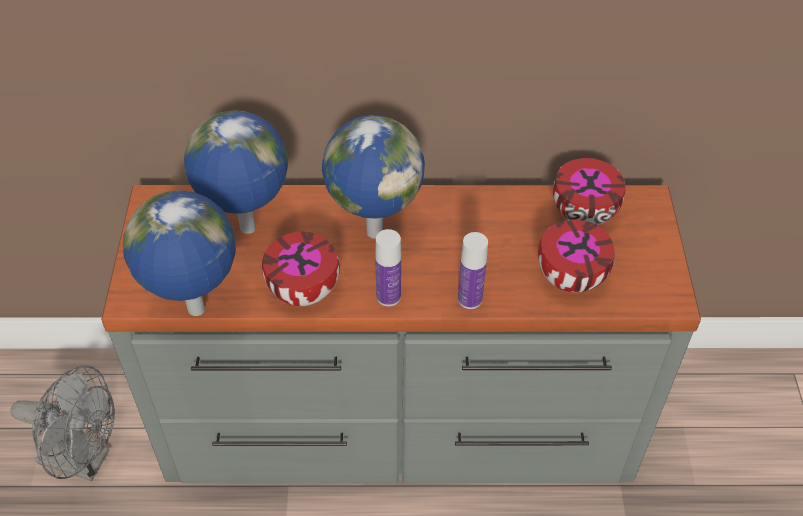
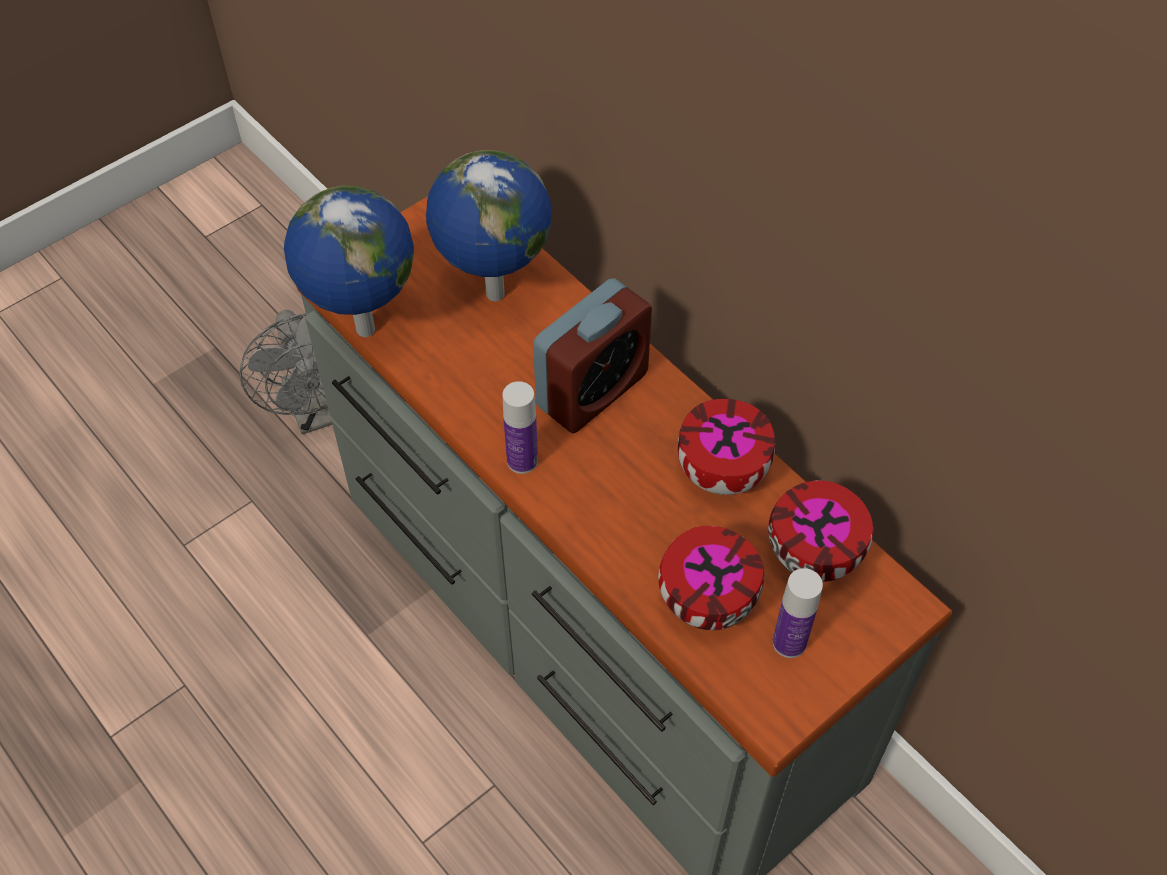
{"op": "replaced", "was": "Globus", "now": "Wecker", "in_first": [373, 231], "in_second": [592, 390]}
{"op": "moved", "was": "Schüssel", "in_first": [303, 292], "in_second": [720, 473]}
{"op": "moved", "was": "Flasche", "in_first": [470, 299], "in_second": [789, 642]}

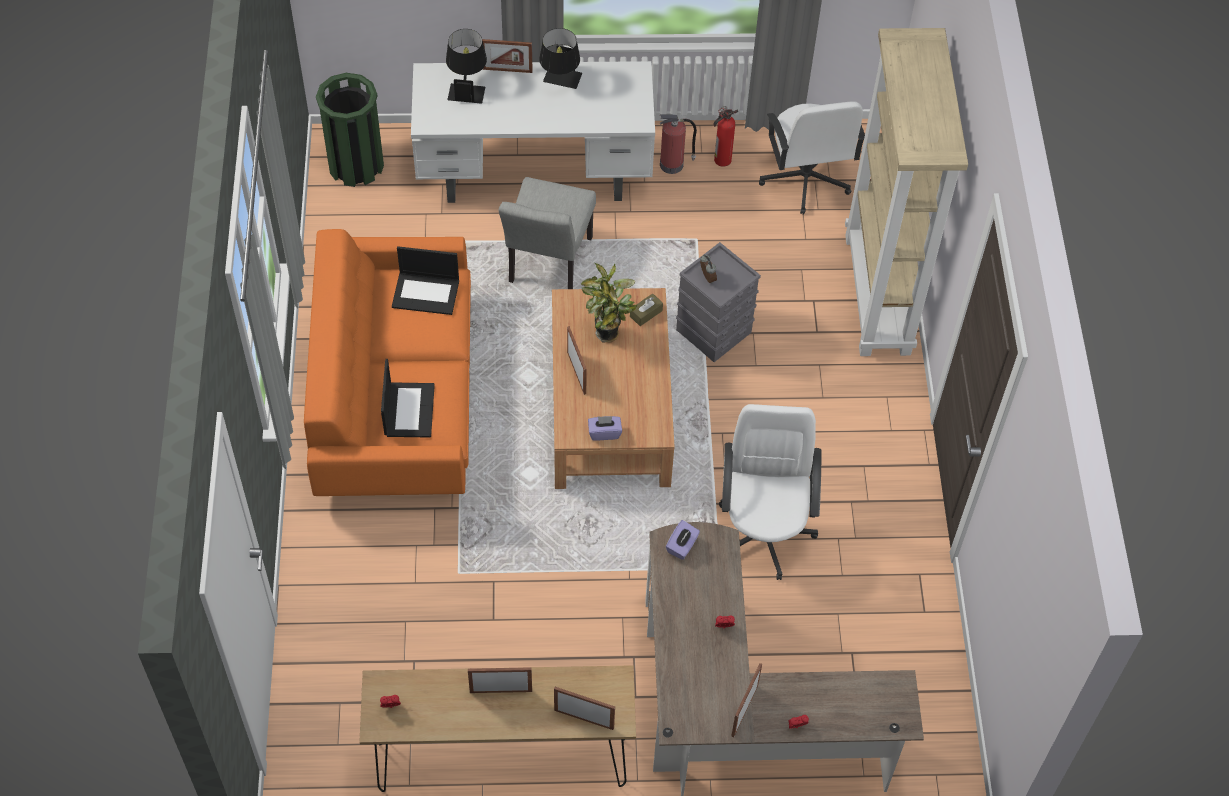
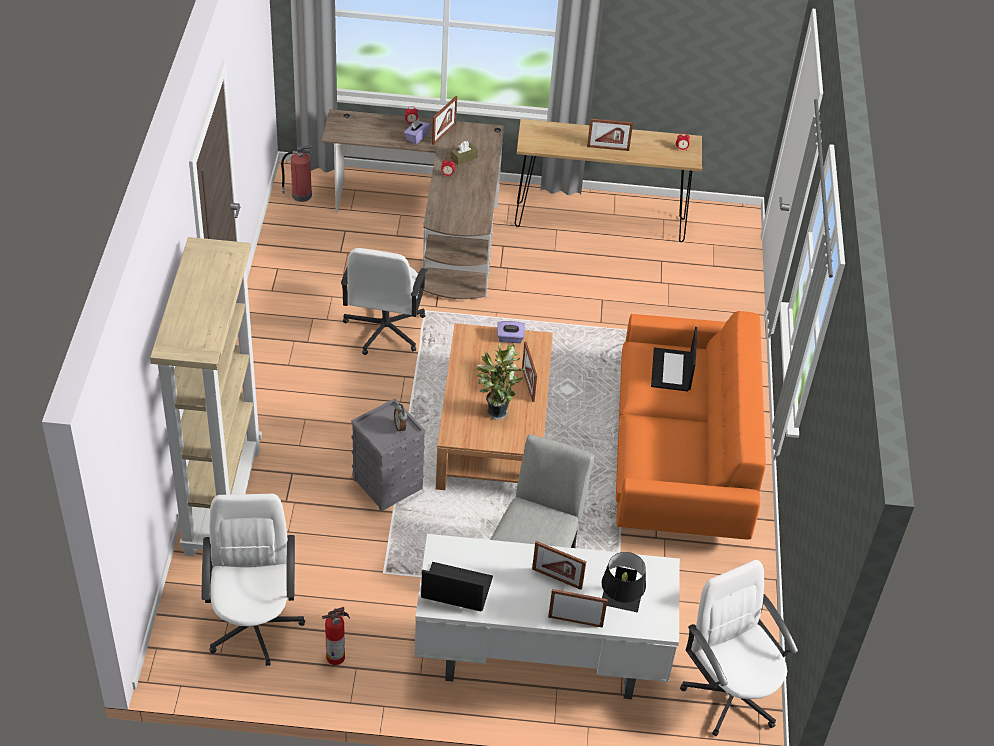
{"op": "removed", "was": "Tischlampe/schwarz", "in_first": [560, 83]}
{"op": "replaced", "was": "Mülleimer/grün", "now": "Bürostuhl/weiß", "in_first": [356, 165], "in_second": [731, 694]}
{"op": "moved", "was": "Feuerlöscher", "in_first": [673, 164], "in_second": [300, 195]}
{"op": "moved", "was": "Laptop", "in_first": [426, 293], "in_second": [455, 588]}
{"op": "moved", "was": "Taschentuchbox/braun", "in_first": [646, 313], "in_second": [464, 158]}
{"op": "moved", "was": "Taschentuchbox/lila", "in_first": [682, 546], "in_second": [416, 137]}
{"op": "moved", "was": "Bilderrahmen", "in_first": [584, 719], "in_second": [557, 578]}

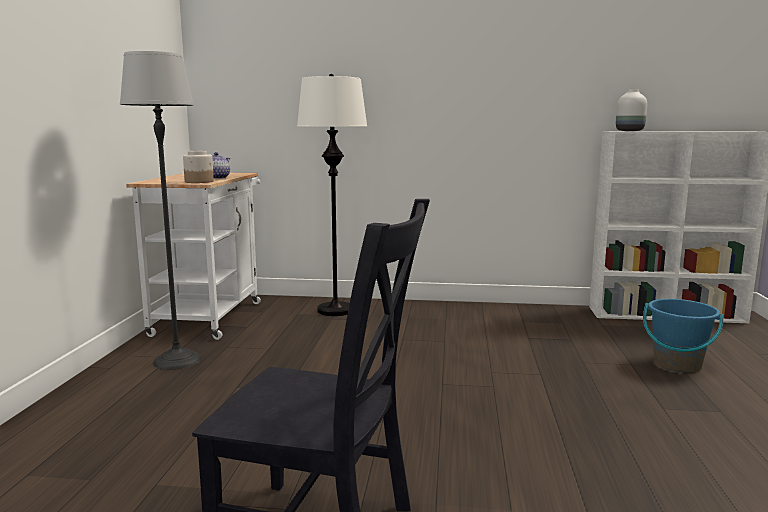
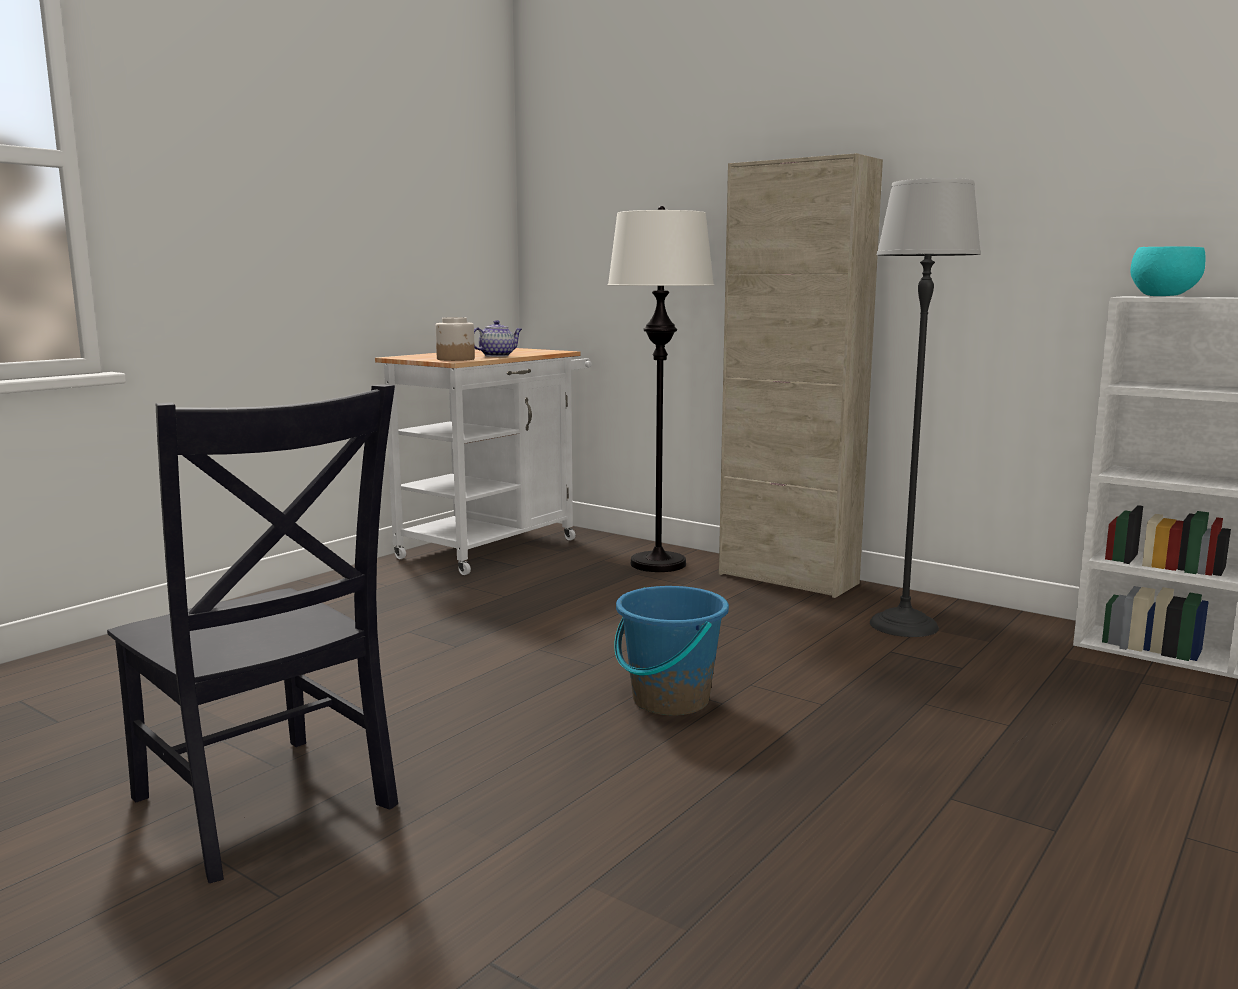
{"op": "moved", "was": "Stehlampe", "in_first": [177, 360], "in_second": [904, 625]}
{"op": "replaced", "was": "Vase/weiß", "now": "Schüssel/türkis", "in_first": [629, 131], "in_second": [1163, 296]}
{"op": "moved", "was": "Eimer/blau", "in_first": [677, 364], "in_second": [670, 700]}
{"op": "added", "now": "Schrank/beige", "in_second": [787, 579]}

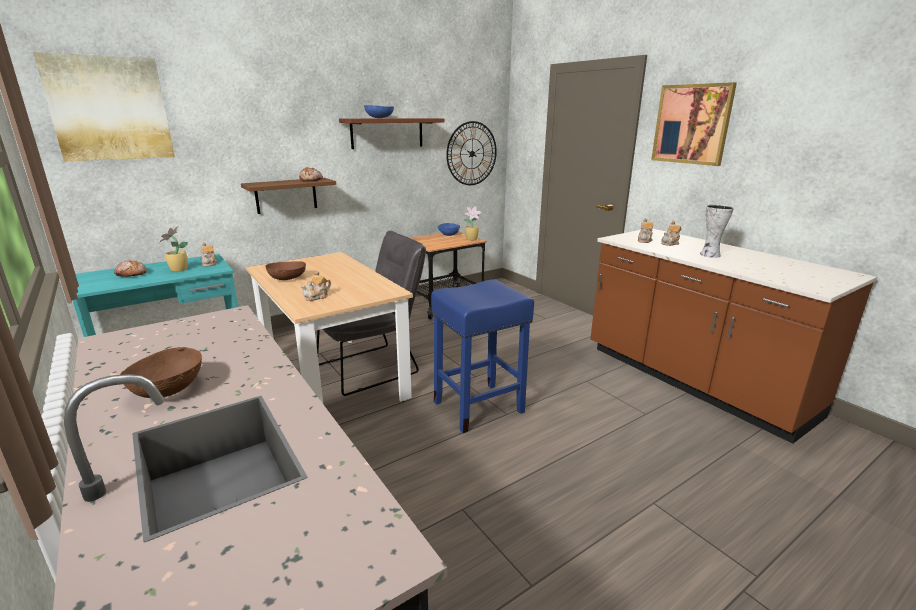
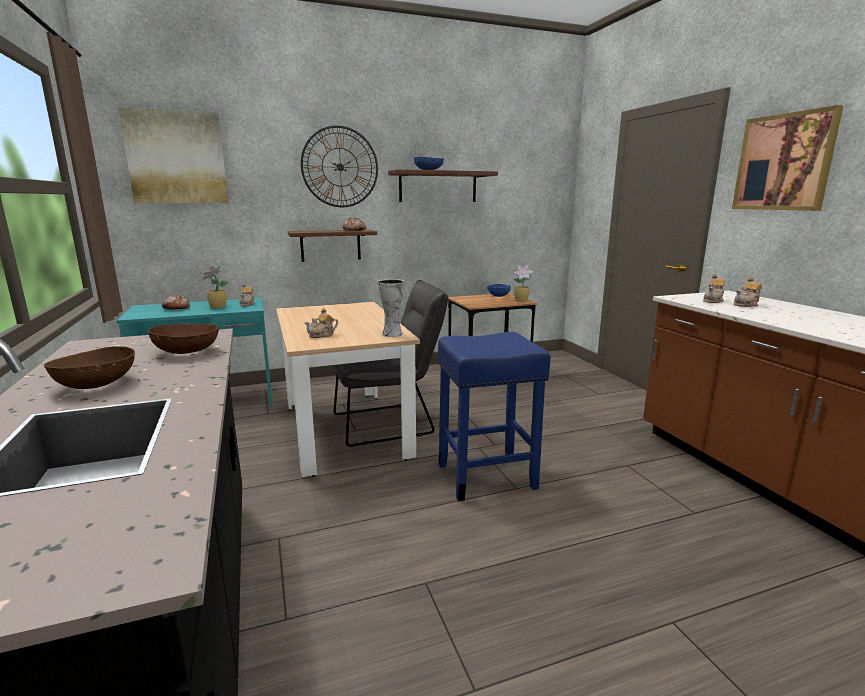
{"op": "moved", "was": "Wanduhr", "in_first": [472, 153], "in_second": [340, 167]}
{"op": "moved", "was": "Vase", "in_first": [709, 255], "in_second": [391, 334]}
{"op": "moved", "was": "Schüssel/braun", "in_first": [287, 278], "in_second": [188, 352]}

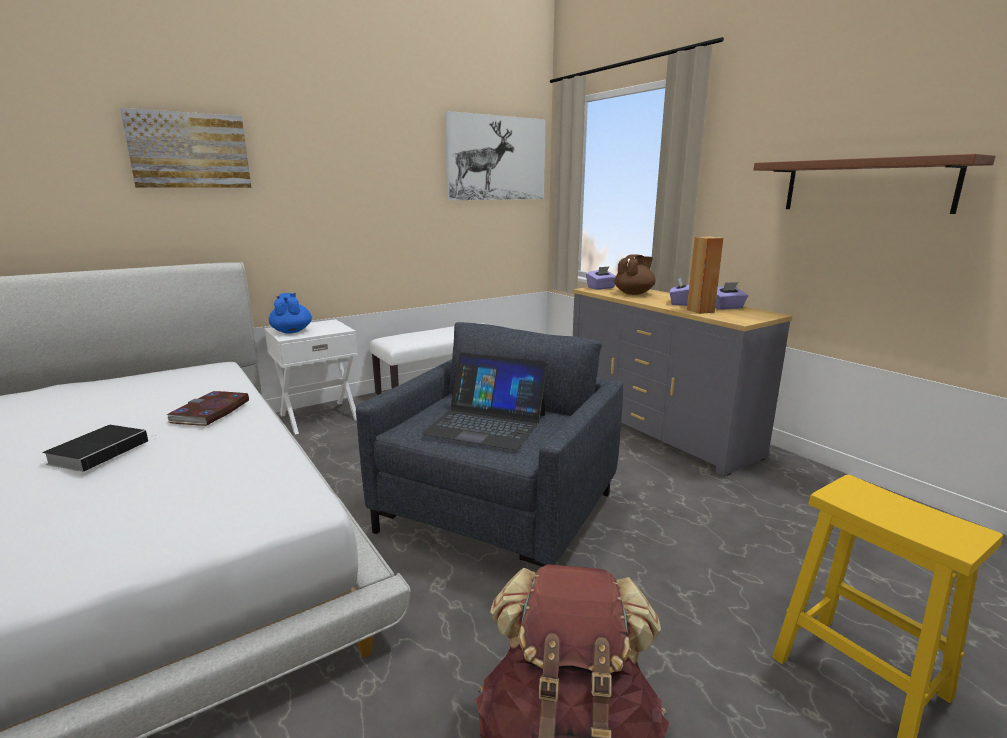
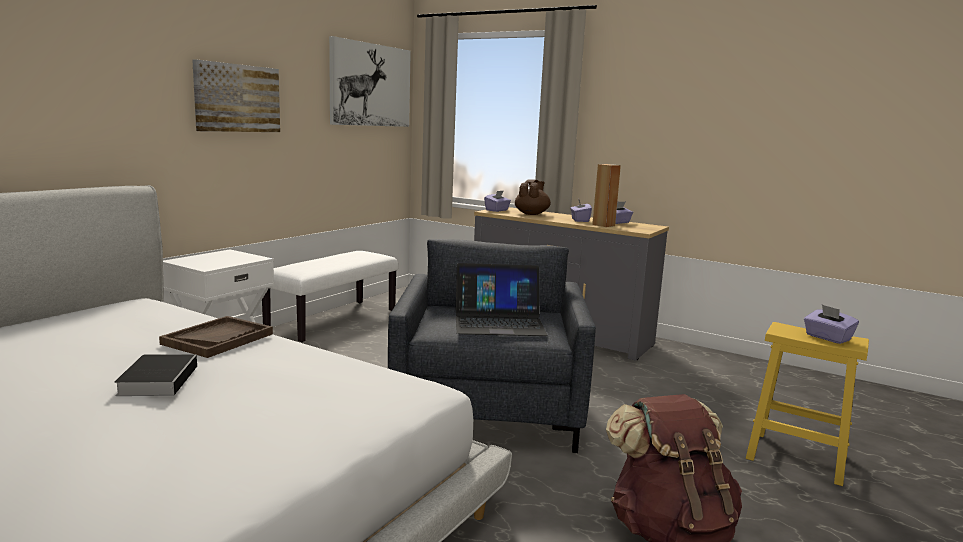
{"op": "moved", "was": "Bild", "in_first": [189, 151], "in_second": [237, 98]}
{"op": "removed", "was": "Wandregal/braun", "in_first": [866, 186]}
{"op": "removed", "was": "Teekanne/blau", "in_first": [291, 331]}
{"op": "replaced", "was": "Buch", "now": "Tablett/braun", "in_first": [211, 412], "in_second": [218, 339]}
{"op": "added", "now": "Taschentuchbox/lila", "in_second": [827, 338]}

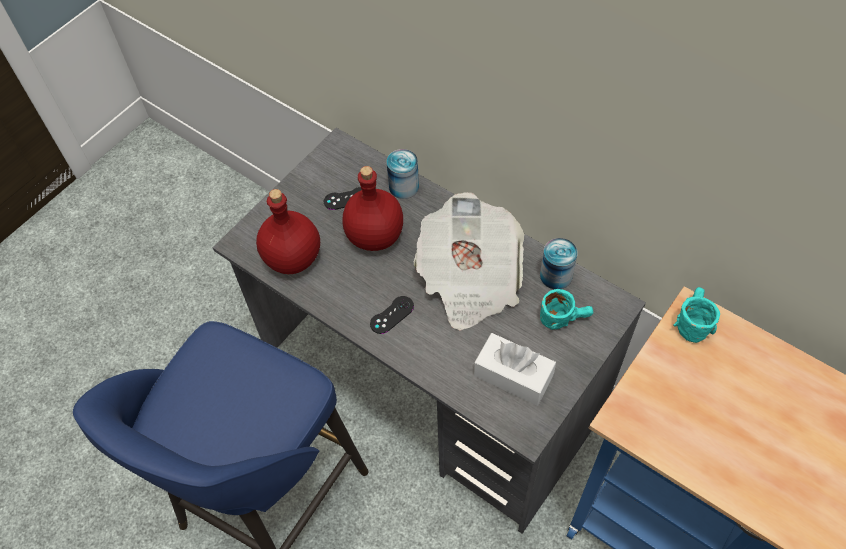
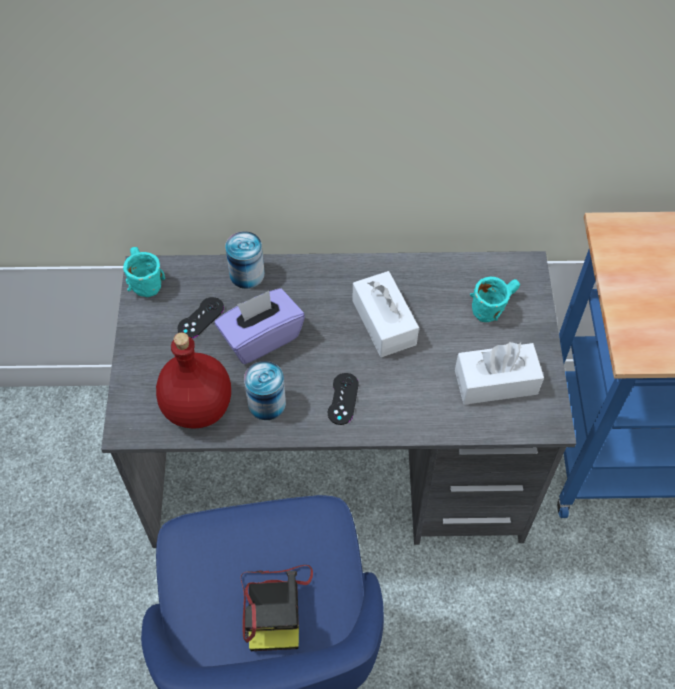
{"op": "replaced", "was": "Flasche/rot", "now": "Taschentuchbox/lila", "in_first": [374, 237], "in_second": [261, 337]}
{"op": "replaced", "was": "Zeitung", "now": "Taschentuchbox/weiß", "in_first": [469, 279], "in_second": [384, 322]}
{"op": "moved", "was": "Dose", "in_first": [556, 275], "in_second": [267, 403]}
{"op": "moved", "was": "Henkelbecher/türkis", "in_first": [690, 320], "in_second": [142, 279]}
{"op": "added", "now": "Kamera", "in_second": [275, 606]}

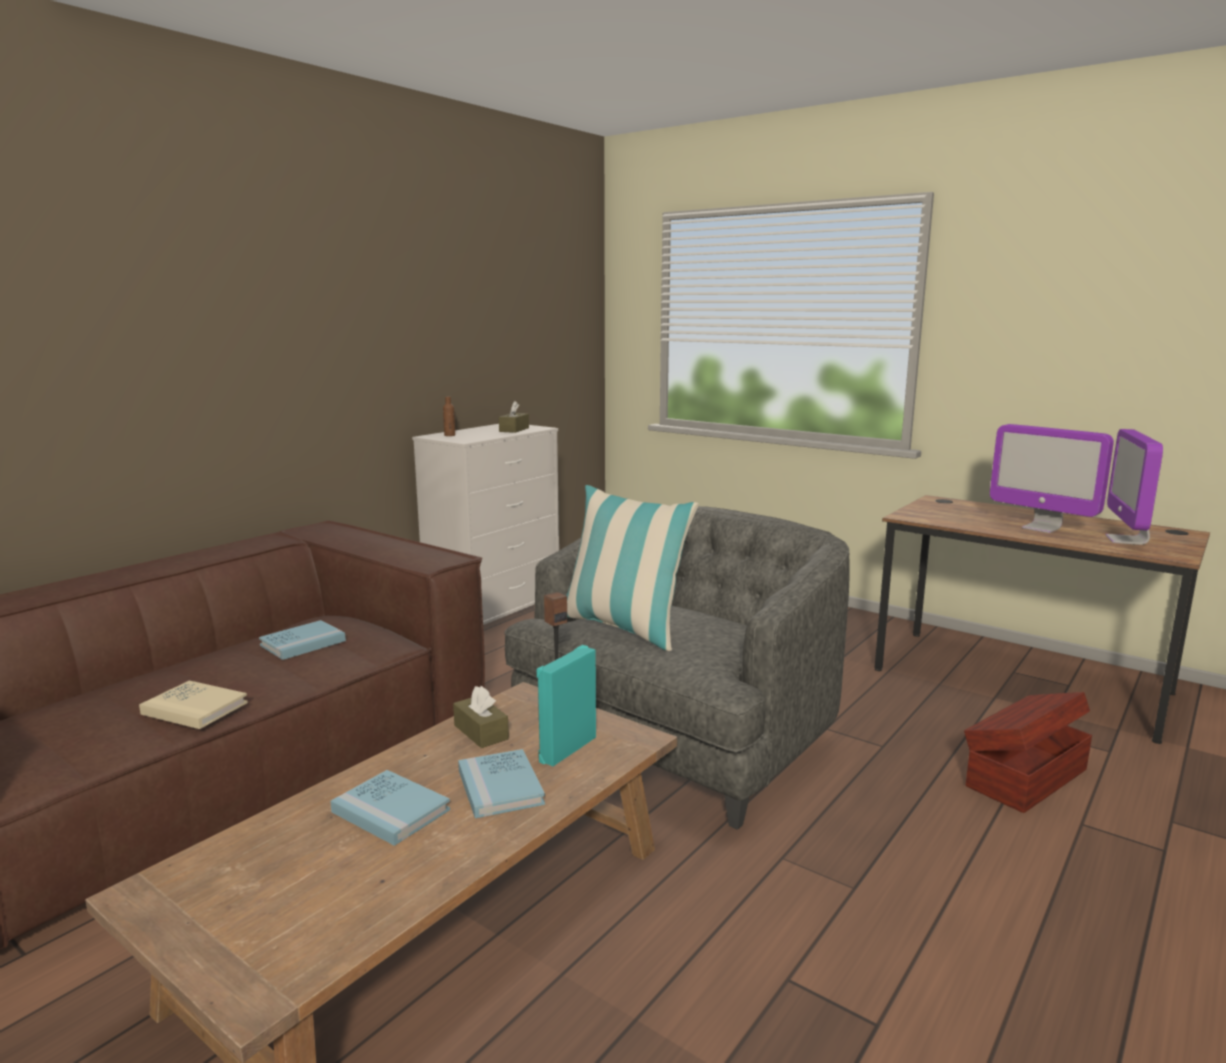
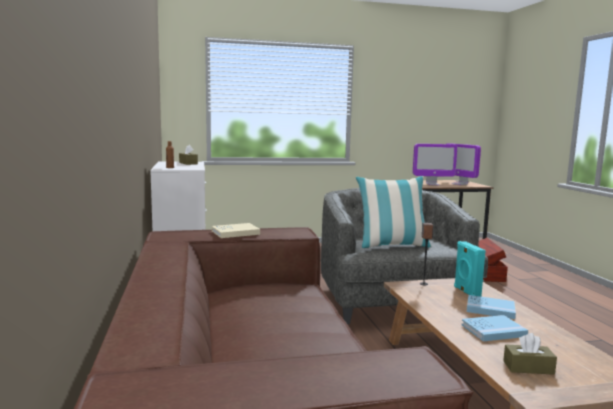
{"op": "removed", "was": "Buch/blau", "in_first": [303, 643]}
{"op": "moved", "was": "Buch/beige", "in_first": [194, 708], "in_second": [235, 233]}
{"op": "moved", "was": "Taschentuchbox/braun", "in_first": [481, 732], "in_second": [528, 367]}

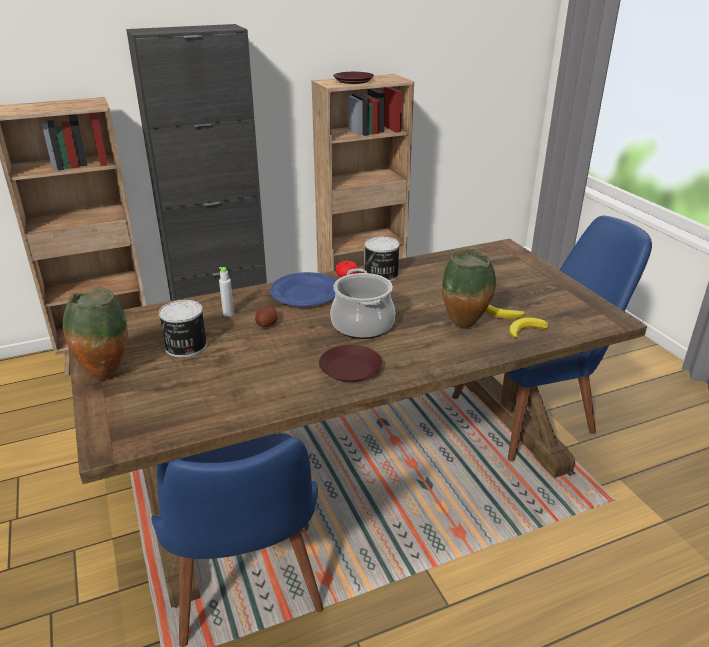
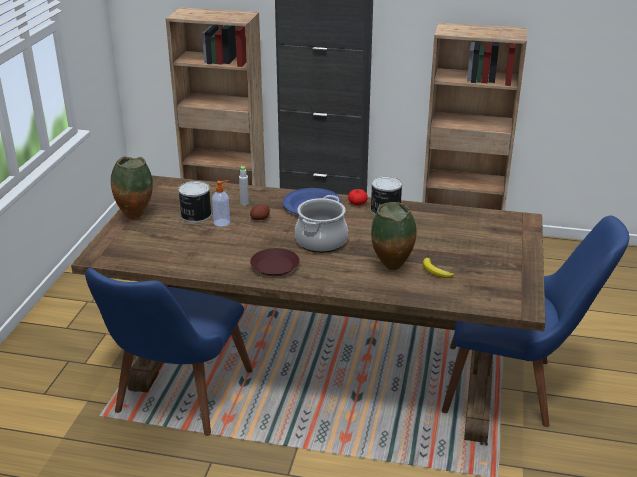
{"op": "removed", "was": "Teller/braun", "in_first": [353, 81]}
{"op": "removed", "was": "Banane", "in_first": [525, 330]}
{"op": "added", "now": "Seifenspender", "in_second": [222, 222]}

